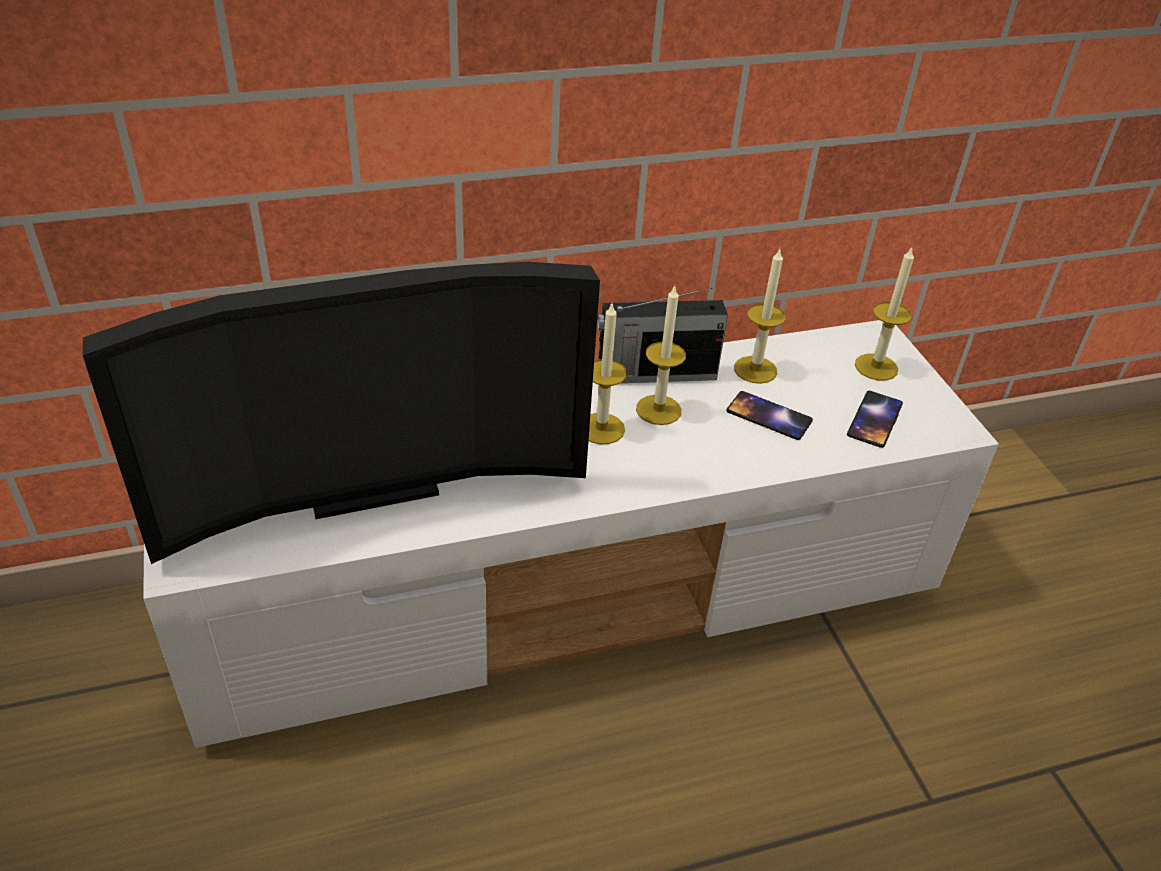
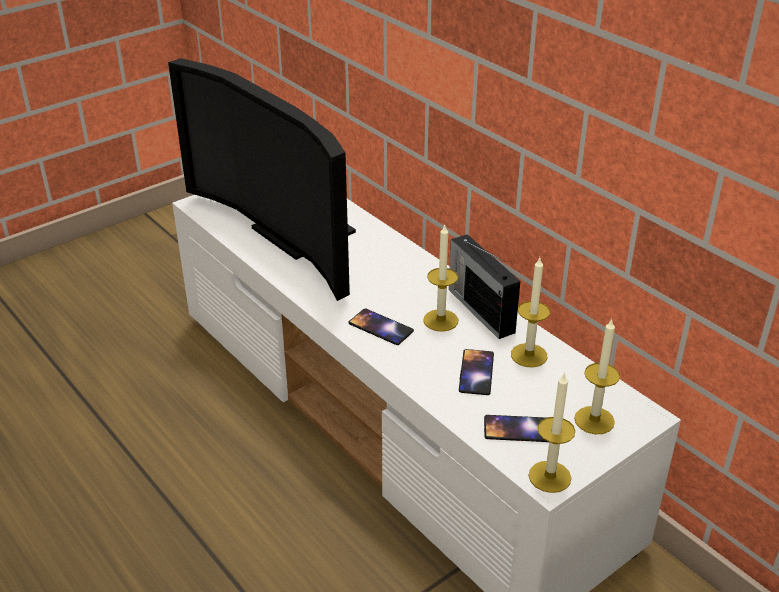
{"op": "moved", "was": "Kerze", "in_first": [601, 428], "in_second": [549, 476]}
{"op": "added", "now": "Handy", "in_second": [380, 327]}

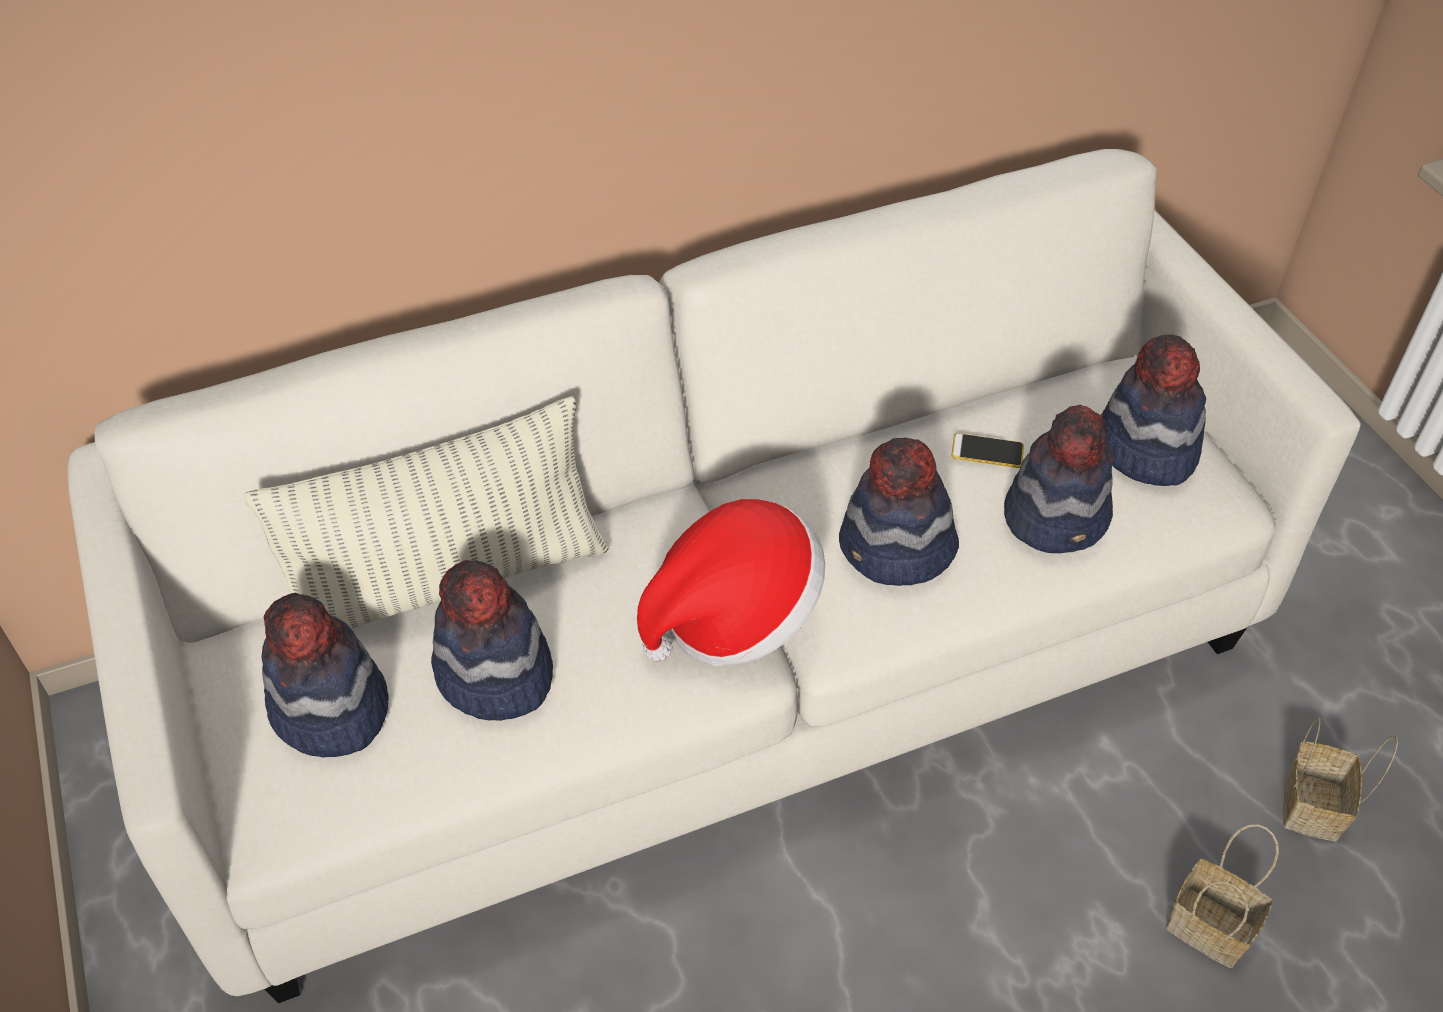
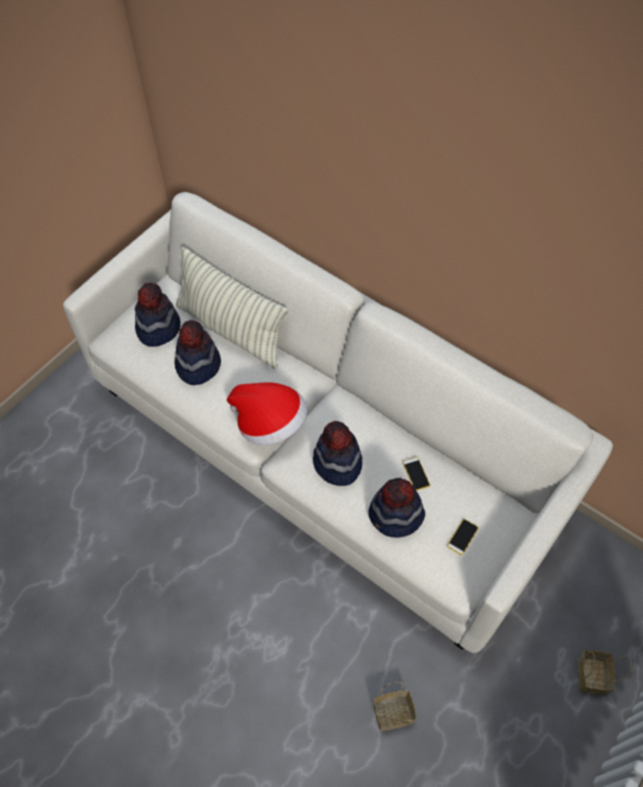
{"op": "replaced", "was": "Hut", "now": "Handy", "in_first": [1145, 450], "in_second": [462, 537]}
{"op": "moved", "was": "Korb", "in_first": [1212, 927], "in_second": [592, 677]}

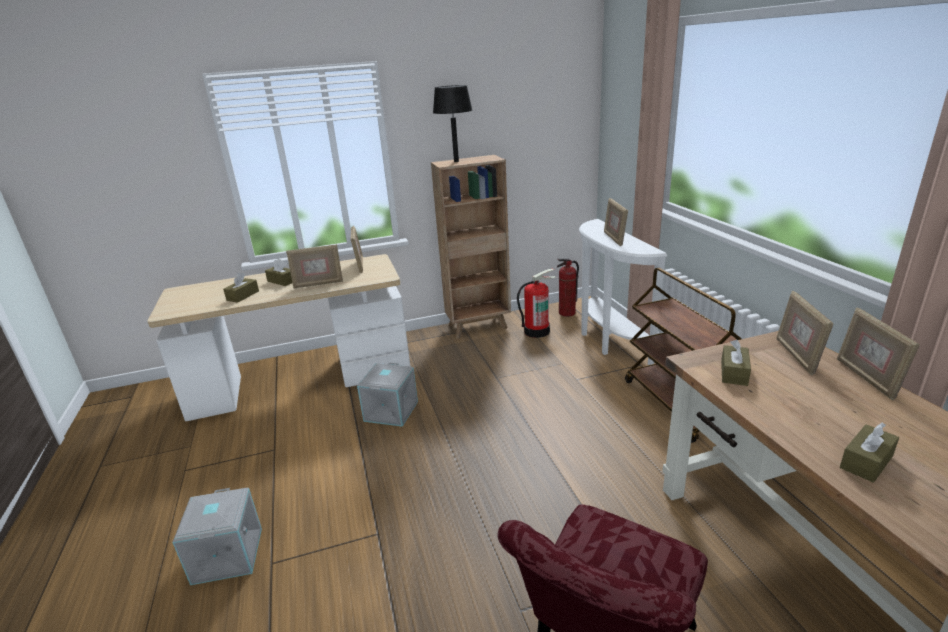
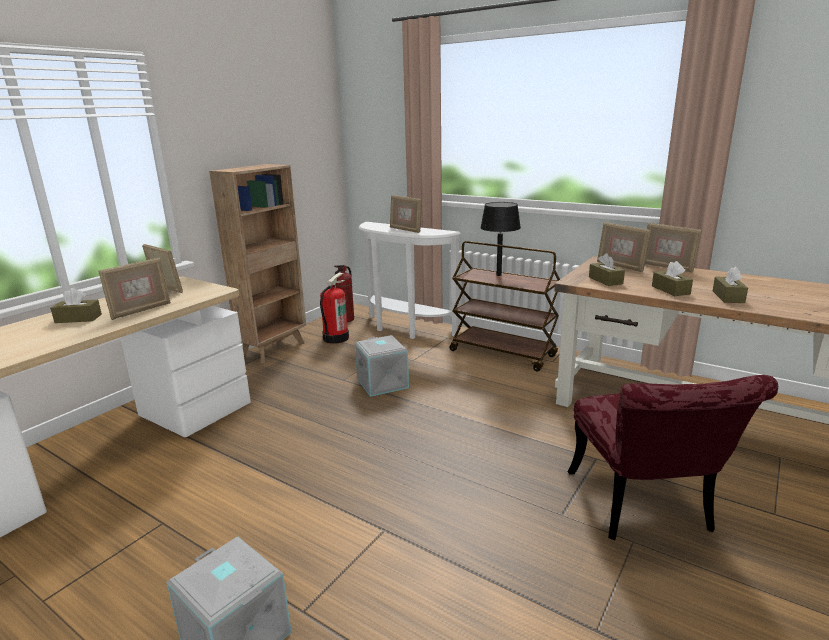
{"op": "moved", "was": "Tischlampe/schwarz", "in_first": [456, 161], "in_second": [499, 275]}
{"op": "moved", "was": "Taschentuchbox/braun", "in_first": [243, 296], "in_second": [670, 290]}
{"op": "moved", "was": "Aufbewahrungsbox/grau", "in_first": [392, 411], "in_second": [383, 383]}

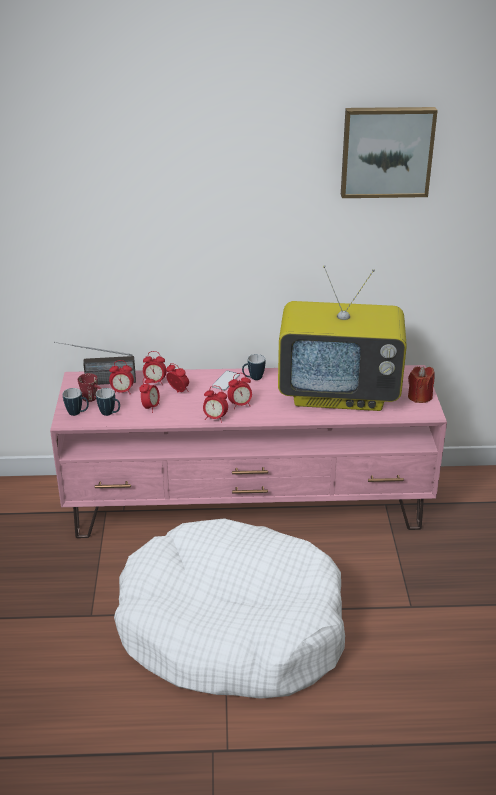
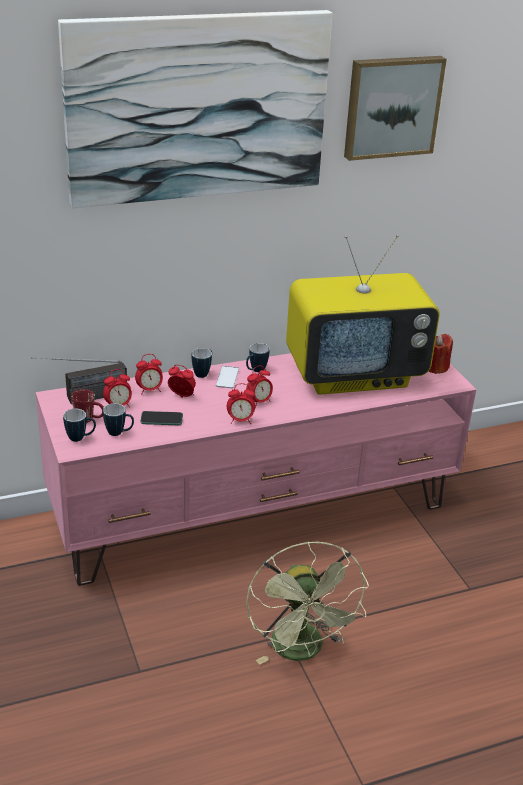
{"op": "replaced", "was": "Wecker", "now": "Handy", "in_first": [150, 407], "in_second": [161, 419]}
{"op": "replaced", "was": "Hundebett/weiß", "now": "Ventilator/grün", "in_first": [231, 628], "in_second": [302, 651]}
{"op": "added", "now": "Bild", "in_second": [198, 107]}
{"op": "added", "now": "Henkelbecher", "in_second": [203, 373]}

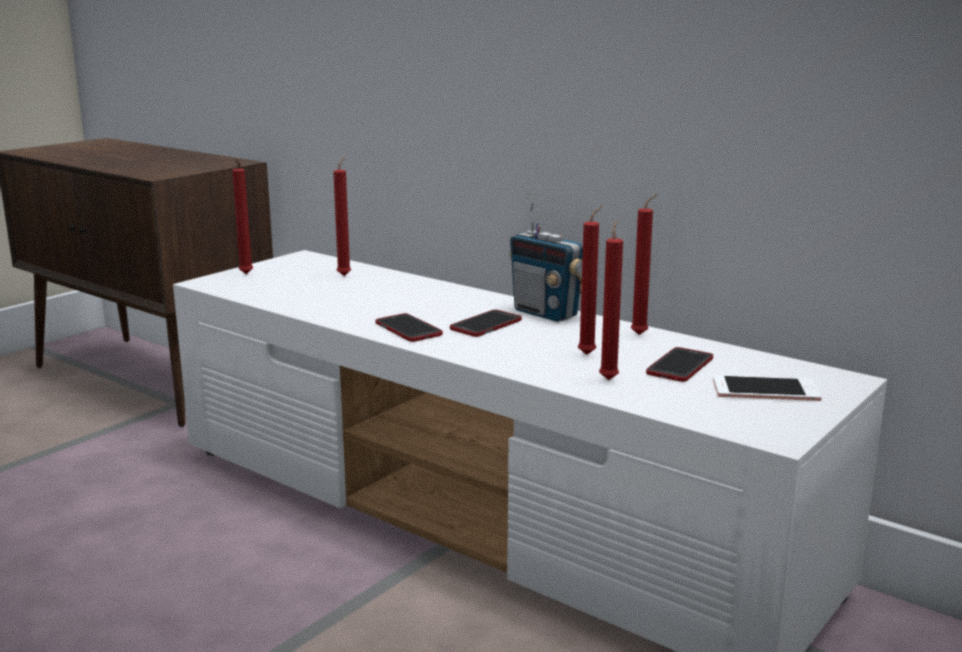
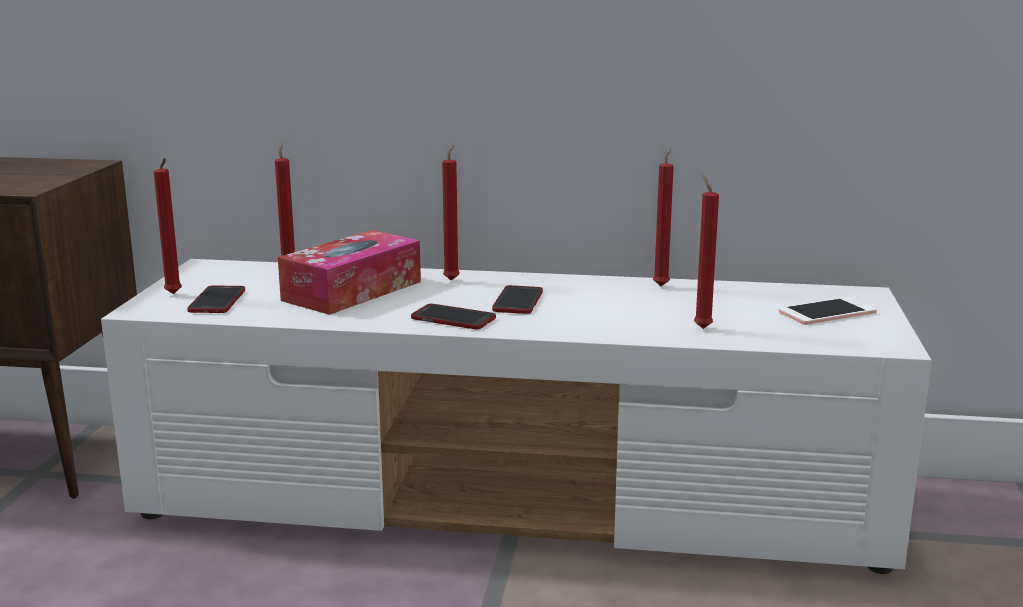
{"op": "removed", "was": "Radio", "in_first": [546, 313]}
{"op": "moved", "was": "Kerze/rot", "in_first": [589, 354], "in_second": [452, 279]}
{"op": "moved", "was": "Handy", "in_first": [680, 366], "in_second": [217, 301]}
{"op": "added", "now": "Taschentuchbox", "in_second": [352, 291]}

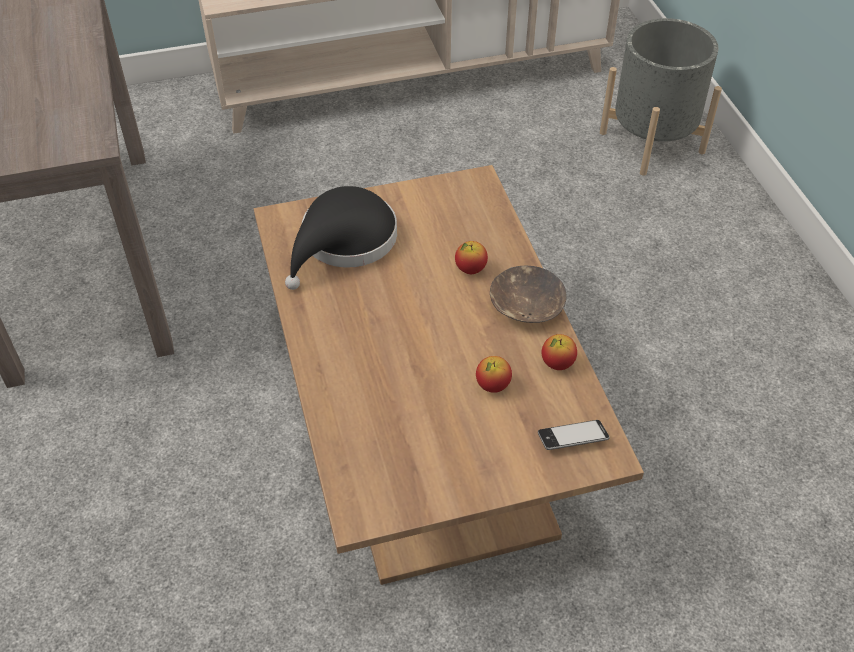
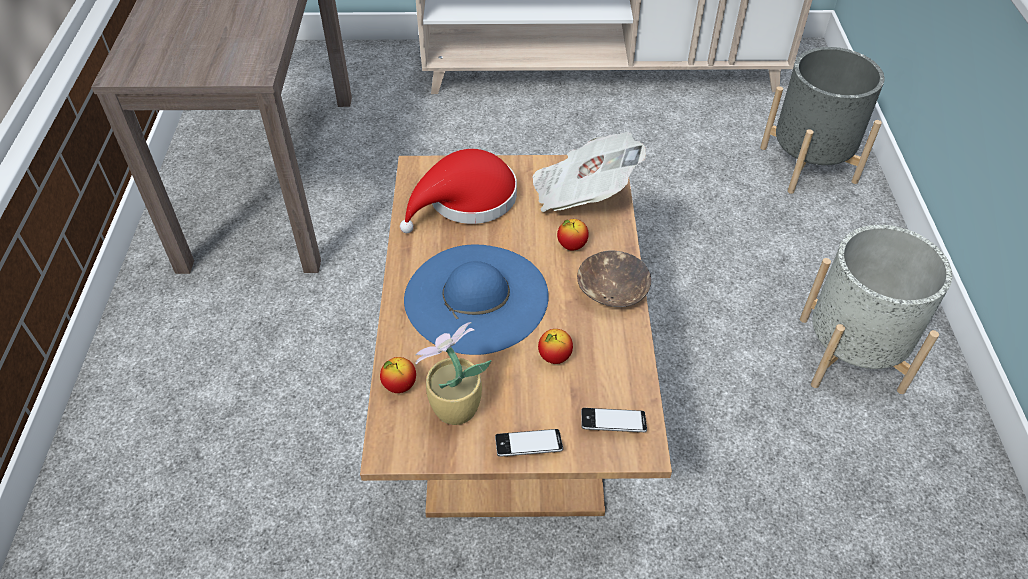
{"op": "recoloured", "was": "Hut/schwarz", "now": "Hut/rot", "in_first": [344, 243], "in_second": [466, 200]}
{"op": "moved", "was": "Apfel", "in_first": [557, 364], "in_second": [399, 385]}
{"op": "added", "now": "Zeitung", "in_second": [582, 193]}
{"op": "added", "now": "Pflanzkübel/grau", "in_second": [850, 354]}
{"op": "added", "now": "Hut/blau", "in_second": [476, 297]}
{"op": "added", "now": "Topfpflanze", "in_second": [453, 409]}
{"op": "added", "now": "Handy", "in_second": [528, 446]}

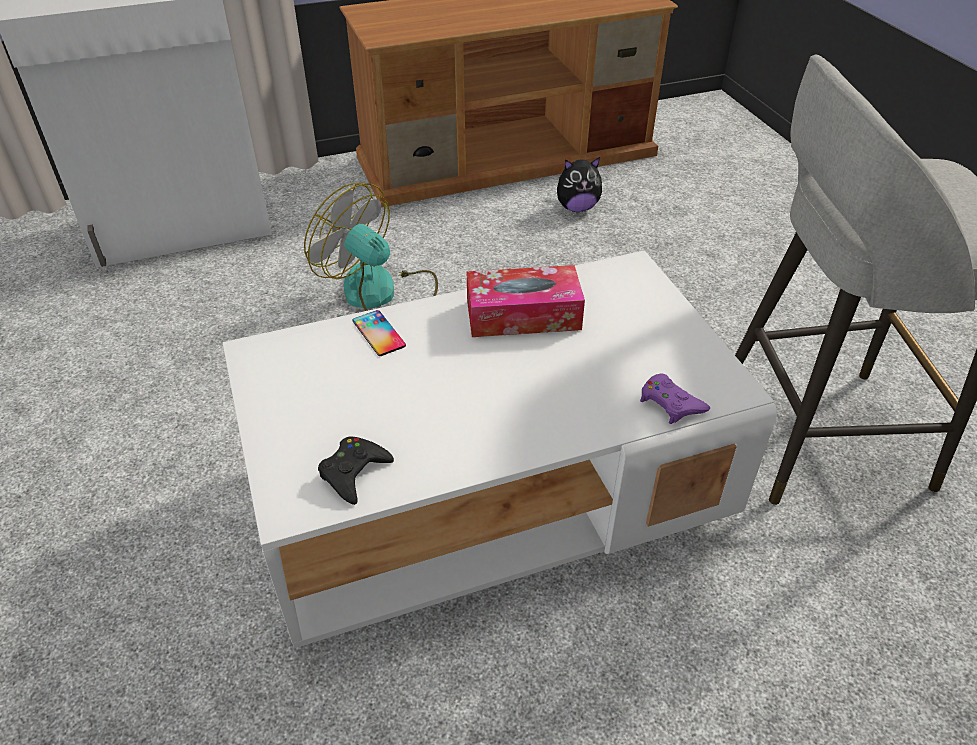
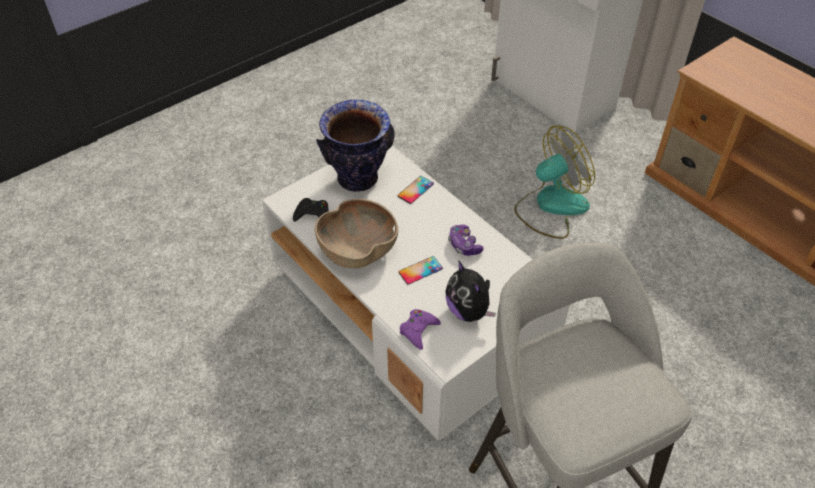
{"op": "moved", "was": "Plüschtier", "in_first": [577, 208], "in_second": [469, 311]}
{"op": "turned", "was": "Ventilator", "in_first": [381, 294], "in_second": [551, 206], "clockwise": 45}
{"op": "replaced", "was": "Taschentuchbox", "now": "Gamepad", "in_first": [523, 315], "in_second": [464, 245]}
{"op": "added", "now": "Vase", "in_second": [358, 179]}
{"op": "added", "now": "Schüssel/braun", "in_second": [357, 250]}
{"op": "added", "now": "Handy", "in_second": [420, 270]}

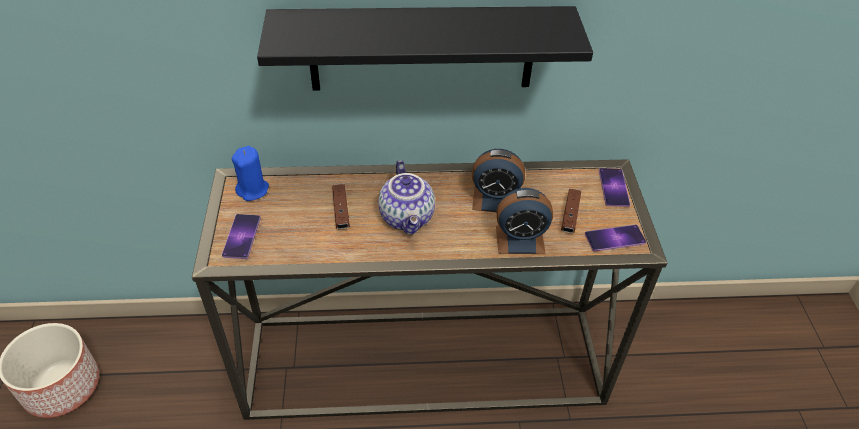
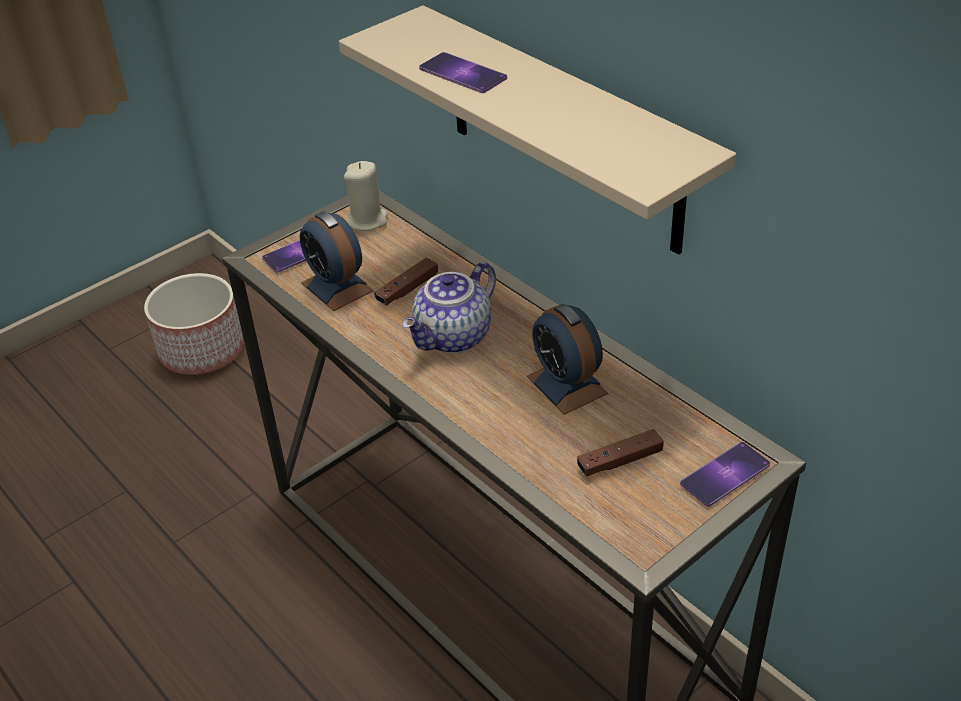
{"op": "recoloured", "was": "Wandregal/schwarz", "now": "Wandregal/beige", "in_first": [422, 49], "in_second": [562, 130]}
{"op": "recoloured", "was": "Kerze/blau", "now": "Kerze/beige", "in_first": [253, 190], "in_second": [367, 220]}
{"op": "moved", "was": "Wecker", "in_first": [520, 239], "in_second": [337, 287]}
{"op": "moved", "was": "Handy", "in_first": [615, 238], "in_second": [462, 73]}

